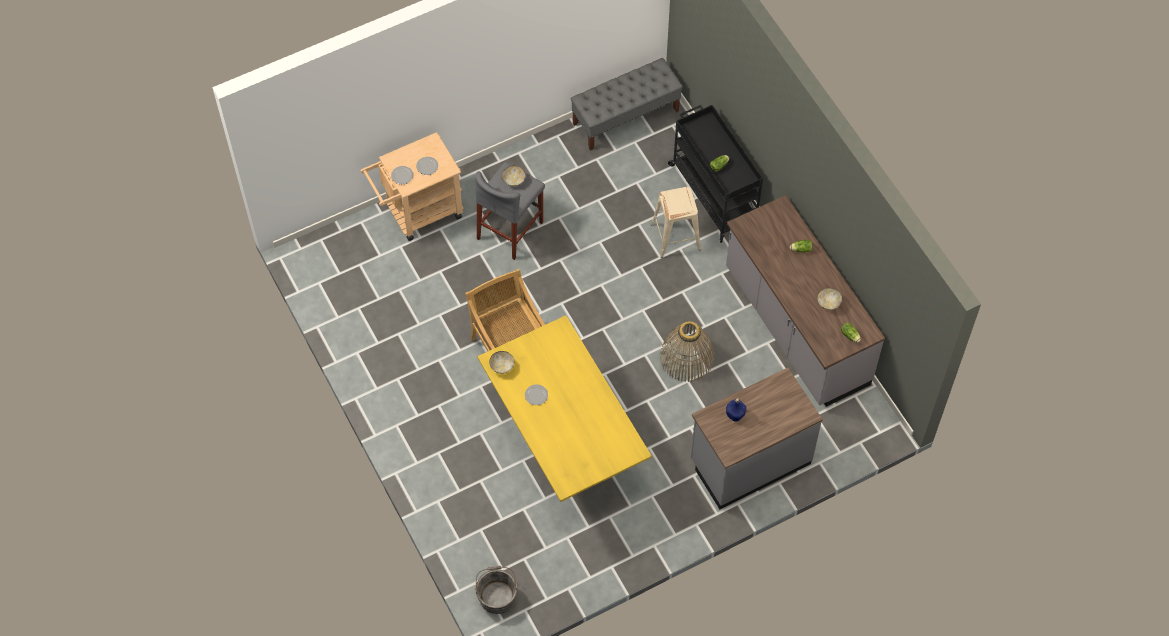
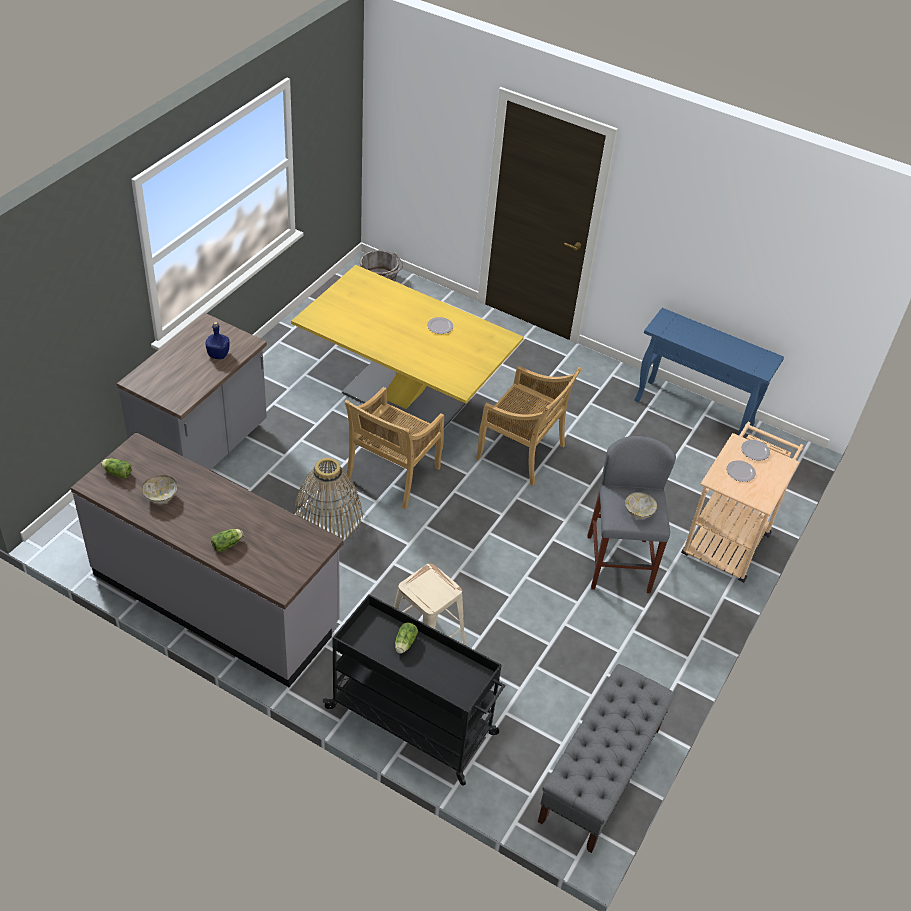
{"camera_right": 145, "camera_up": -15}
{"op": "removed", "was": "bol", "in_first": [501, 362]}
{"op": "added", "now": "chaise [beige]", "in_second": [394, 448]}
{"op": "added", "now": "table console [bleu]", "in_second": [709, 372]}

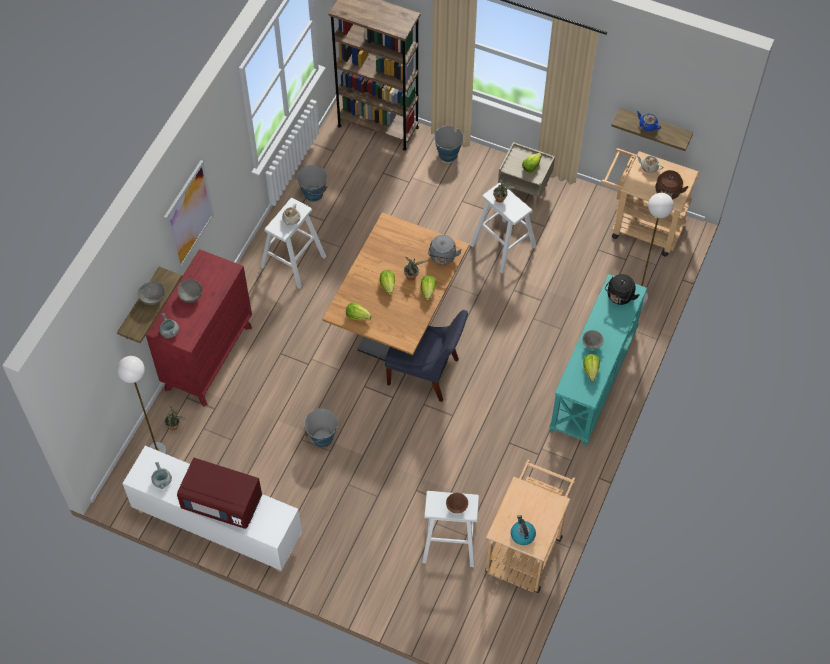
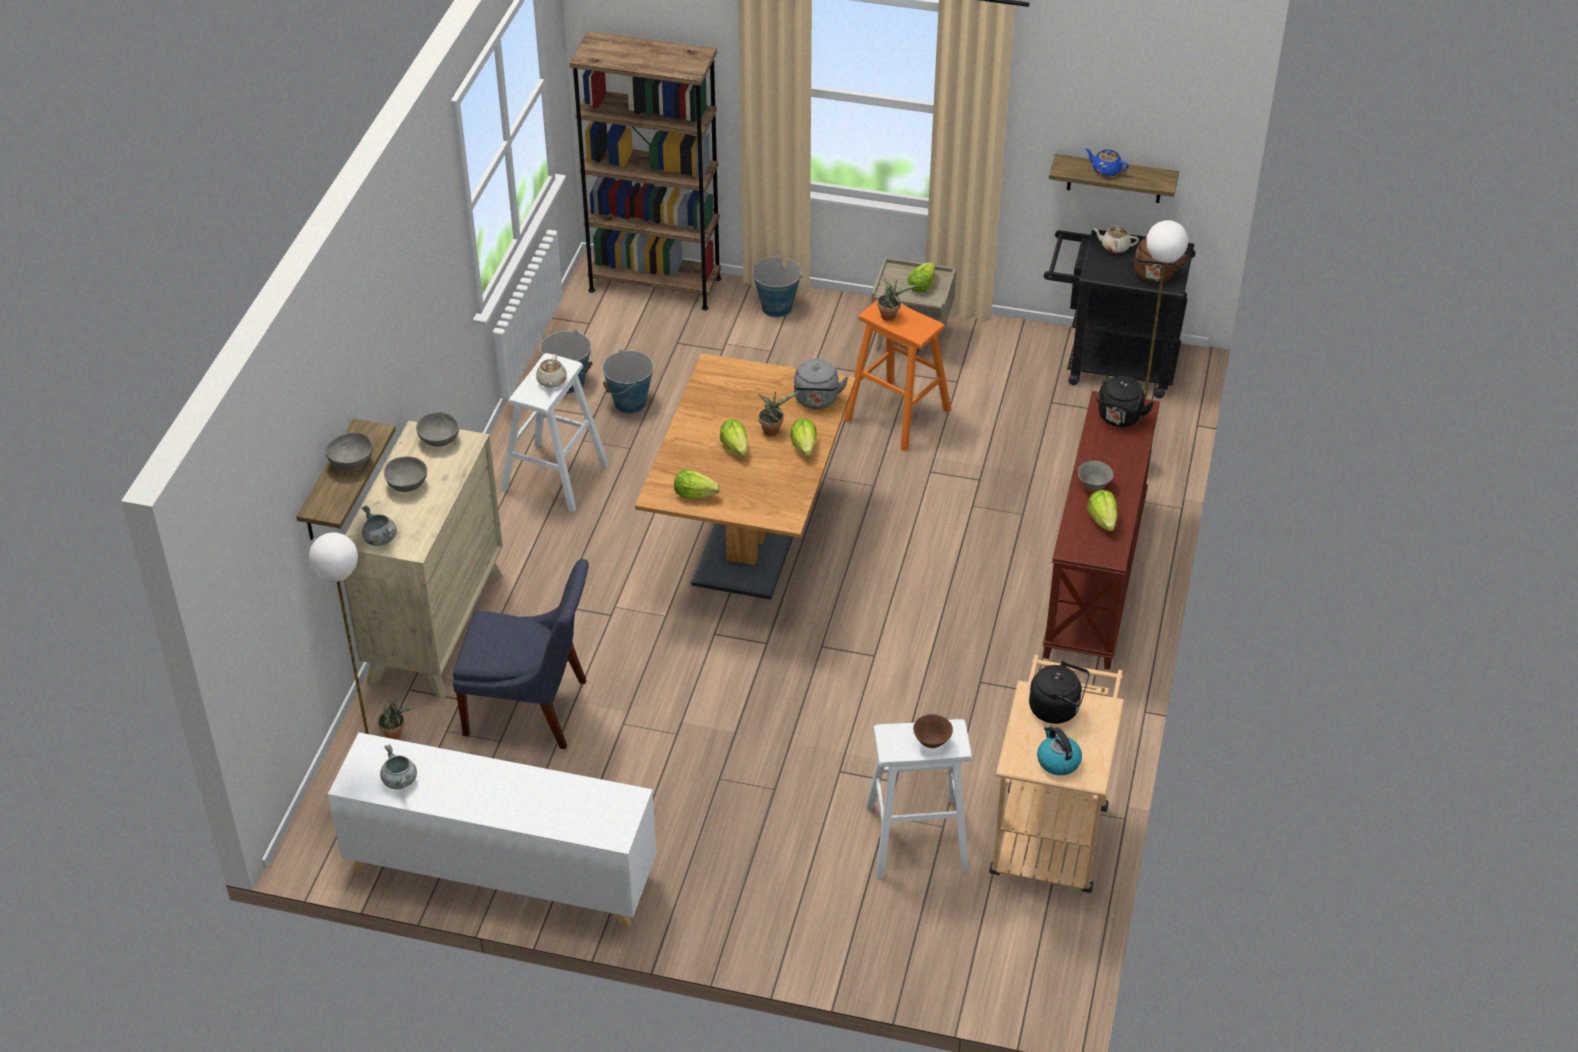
{"camera_right": -10, "camera_up": -15}
{"op": "recoloured", "was": "commode [rouge]", "now": "commode [beige]", "in_first": [199, 328], "in_second": [423, 560]}
{"op": "removed", "was": "tableau", "in_first": [189, 215]}
{"op": "removed", "was": "micro-ondes [rouge]", "in_first": [219, 493]}
{"op": "moved", "was": "seau", "in_first": [321, 427], "in_second": [628, 382]}
{"op": "moved", "was": "chaise [bleu]", "in_first": [426, 356], "in_second": [521, 654]}
{"op": "recoloured", "was": "tabouret [blanc]", "now": "tabouret [orange]", "in_first": [504, 228], "in_second": [897, 375]}
{"op": "recoloured", "was": "table console [turquoise]", "now": "table console [marron]", "in_first": [598, 360], "in_second": [1101, 530]}
{"op": "recoloured", "was": "chariot [beige]", "now": "chariot [noir]", "in_first": [650, 202], "in_second": [1119, 313]}
{"op": "added", "now": "bol [gris]", "in_second": [437, 429]}
{"op": "added", "now": "bouilloire [noir]", "in_second": [1059, 692]}

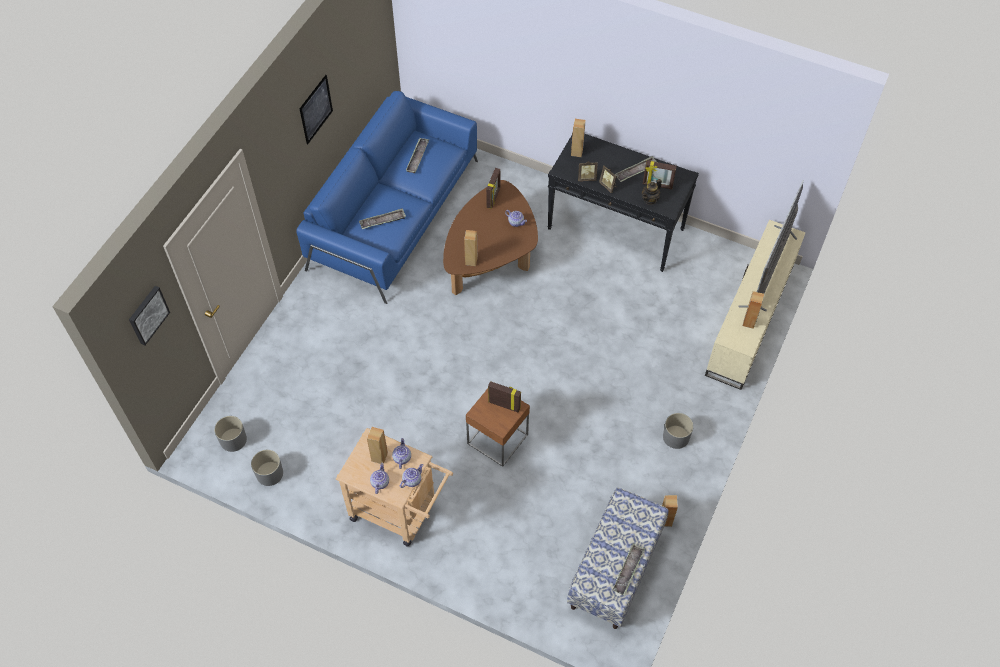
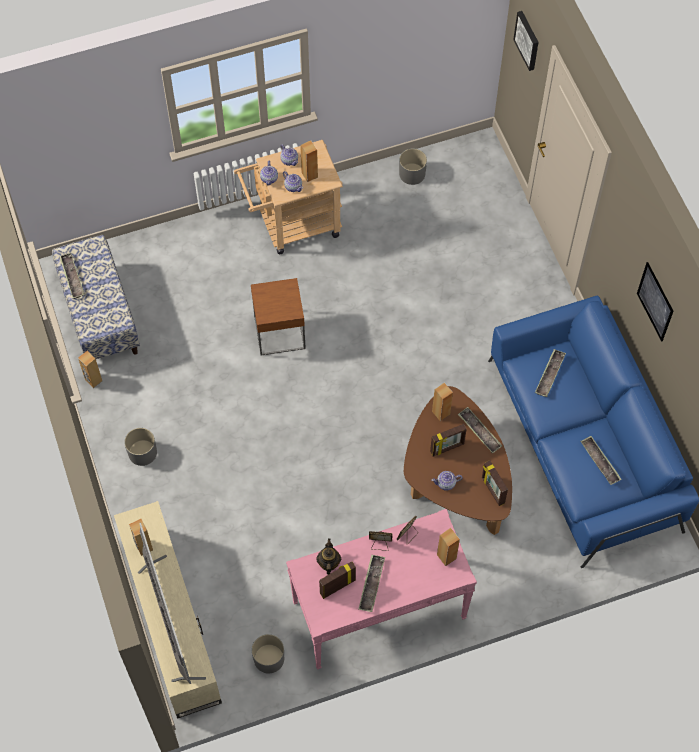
{"camera_right": 135, "camera_up": 5}
{"op": "moved", "was": "cache-pot [gris]", "in_first": [230, 434], "in_second": [268, 653]}
{"op": "moved", "was": "cadre photo", "in_first": [504, 397], "in_second": [448, 440]}
{"op": "recoloured", "was": "table console [noir]", "now": "table console [rose]", "in_first": [623, 202], "in_second": [381, 589]}
{"op": "added", "now": "plateau", "in_second": [480, 430]}

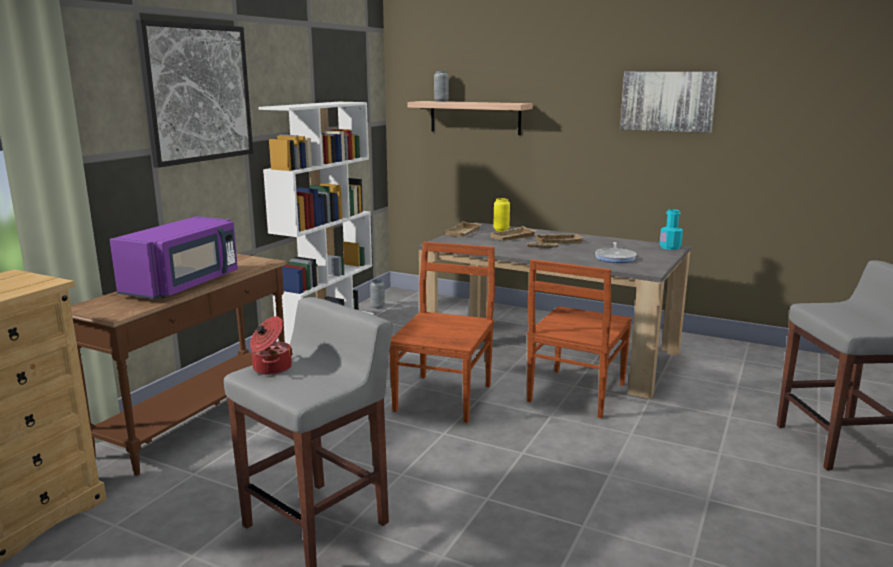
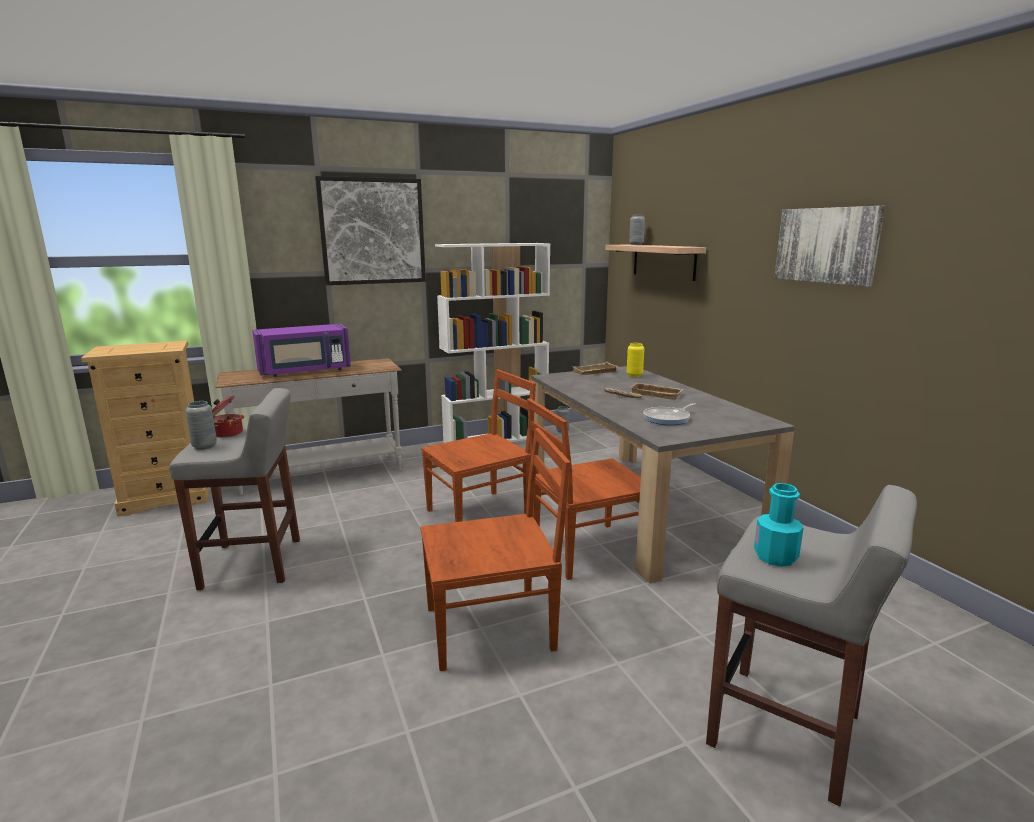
{"camera_right": 40, "camera_up": 0}
{"op": "recoloured", "was": "table console [marron]", "now": "table console [blanc]", "in_first": [180, 365], "in_second": [308, 426]}
{"op": "removed", "was": "plateau [beige]", "in_first": [512, 233]}
{"op": "moved", "was": "bouteille [turquoise]", "in_first": [671, 229], "in_second": [779, 525]}
{"op": "added", "now": "vase [gris]", "in_second": [201, 425]}
{"op": "added", "now": "chaise [marron]", "in_second": [495, 549]}

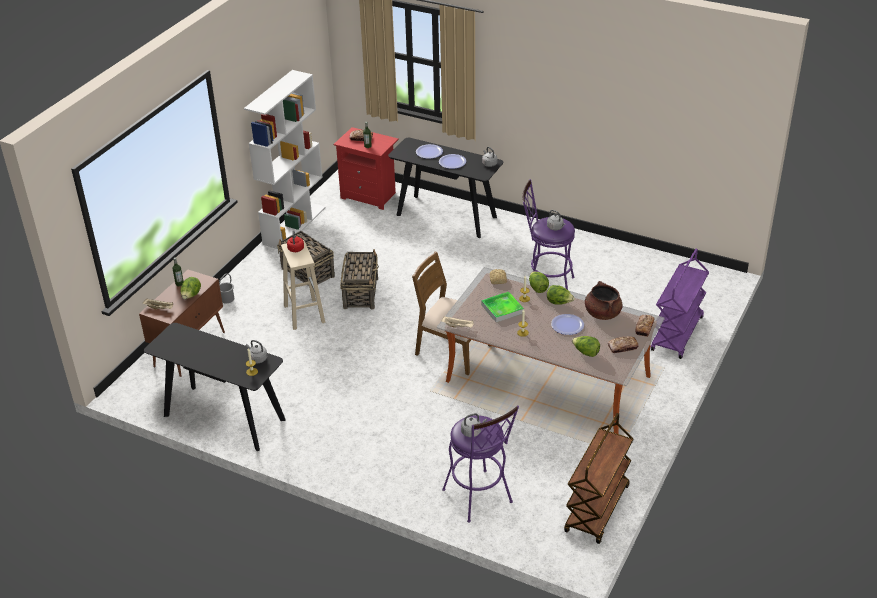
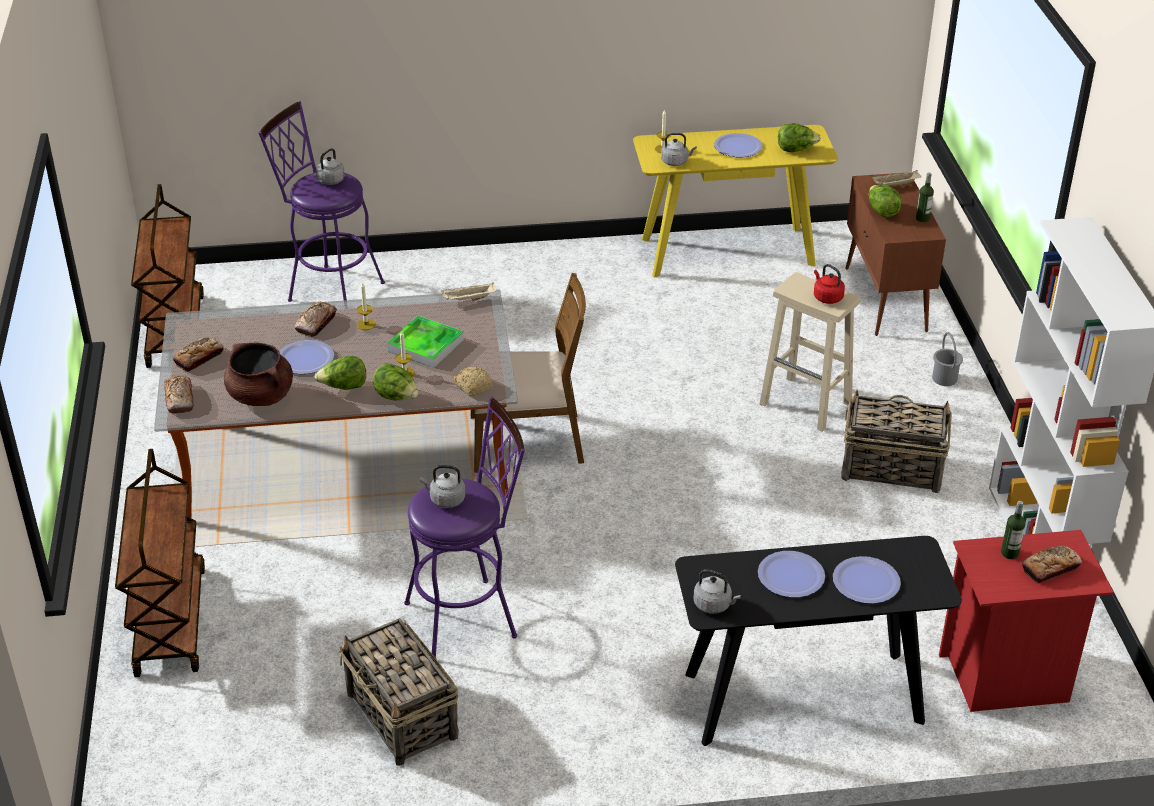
{"camera_right": 145, "camera_up": 0}
{"op": "recoloured", "was": "table console [noir]", "now": "table console [jaune]", "in_first": [215, 387], "in_second": [735, 201]}
{"op": "moved", "was": "panier", "in_first": [359, 279], "in_second": [398, 692]}
{"op": "moved", "was": "laitue", "in_first": [586, 346], "in_second": [799, 137]}
{"op": "recoloured", "was": "chariot [violet]", "now": "chariot [marron]", "in_first": [680, 304], "in_second": [160, 563]}
{"op": "added", "now": "pain", "in_second": [315, 319]}
{"op": "added", "now": "assiette", "in_second": [738, 145]}

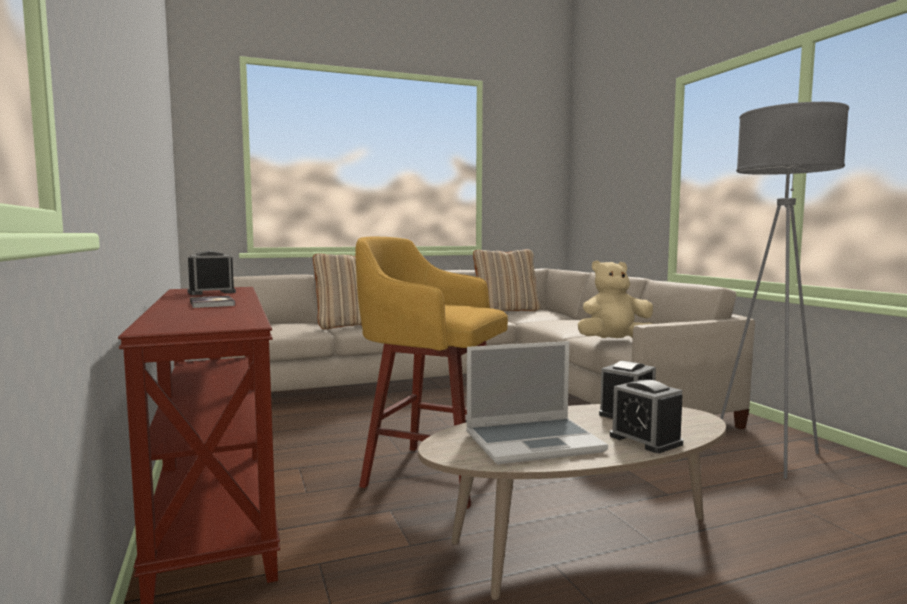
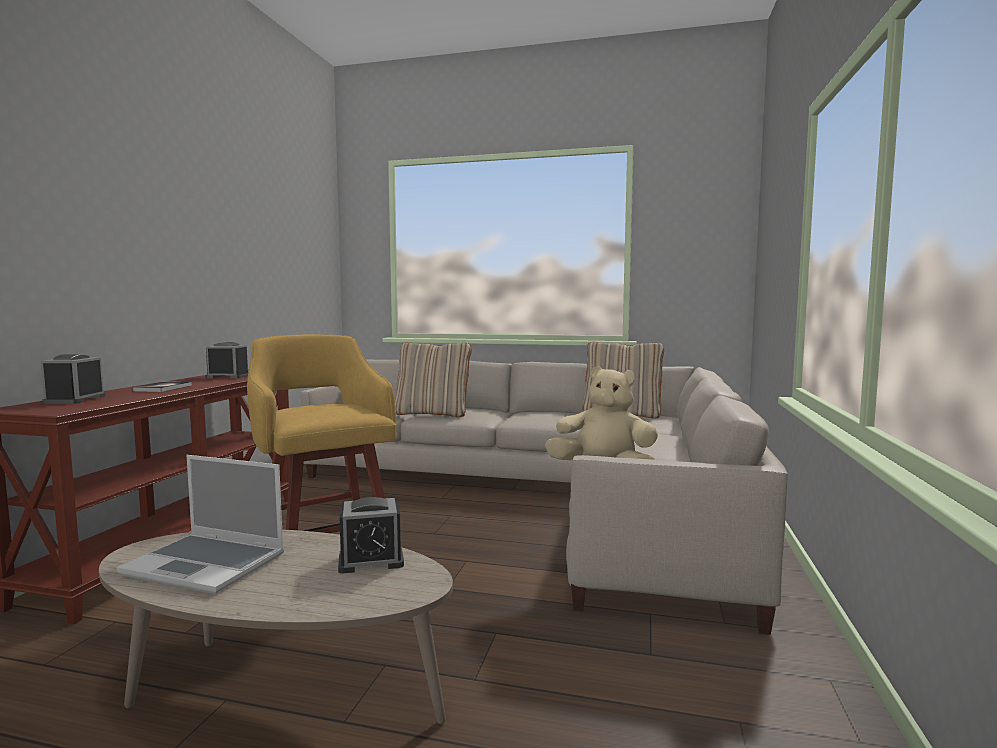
{"camera_right": 35, "camera_up": 0}
{"op": "moved", "was": "réveil", "in_first": [646, 416], "in_second": [73, 379]}
{"op": "removed", "was": "lampadaire [gris]", "in_first": [784, 290]}

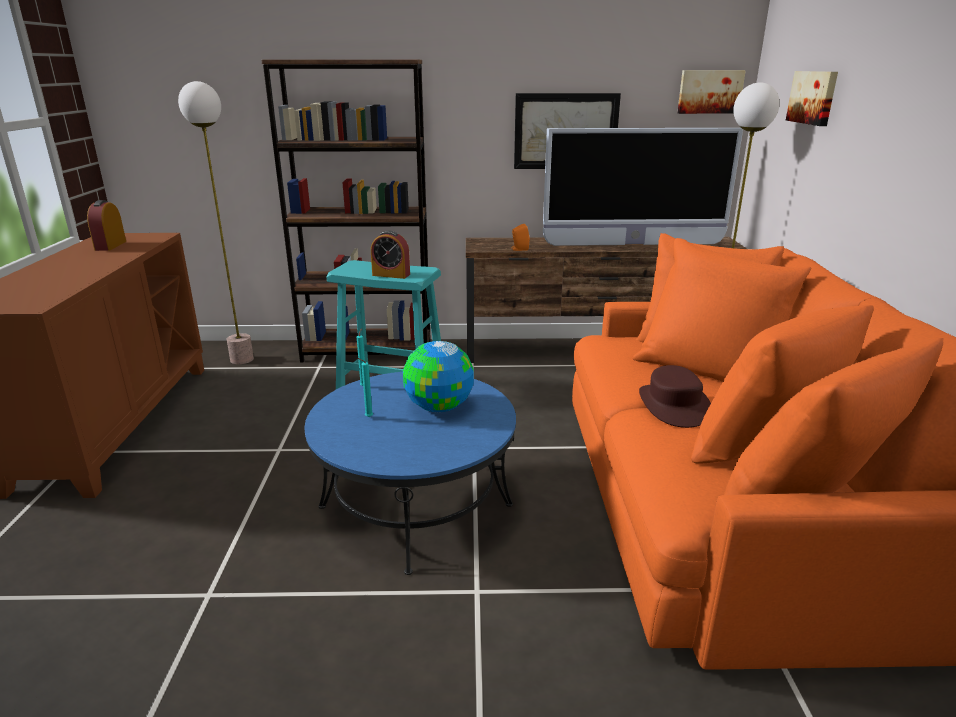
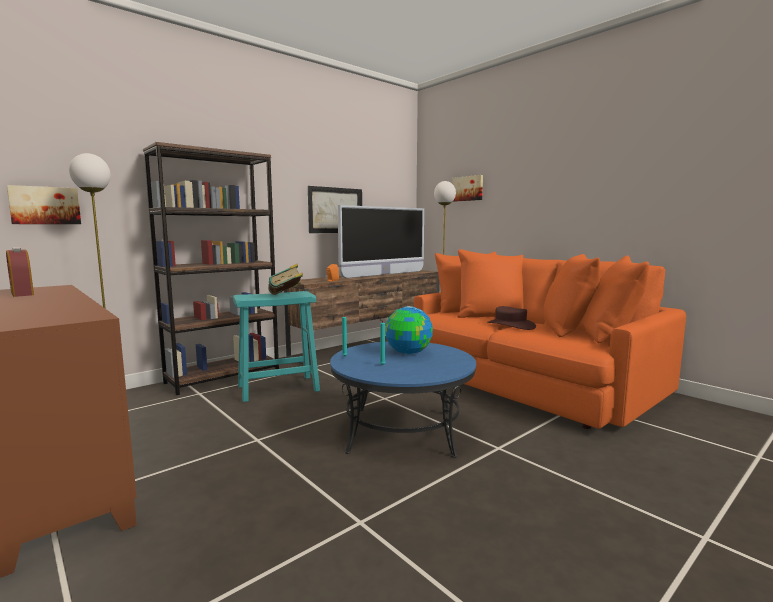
{"camera_right": -40, "camera_up": -15}
{"op": "replaced", "was": "réveil", "now": "livre", "in_first": [390, 255], "in_second": [285, 279]}
{"op": "moved", "was": "tableau", "in_first": [711, 92], "in_second": [44, 204]}

